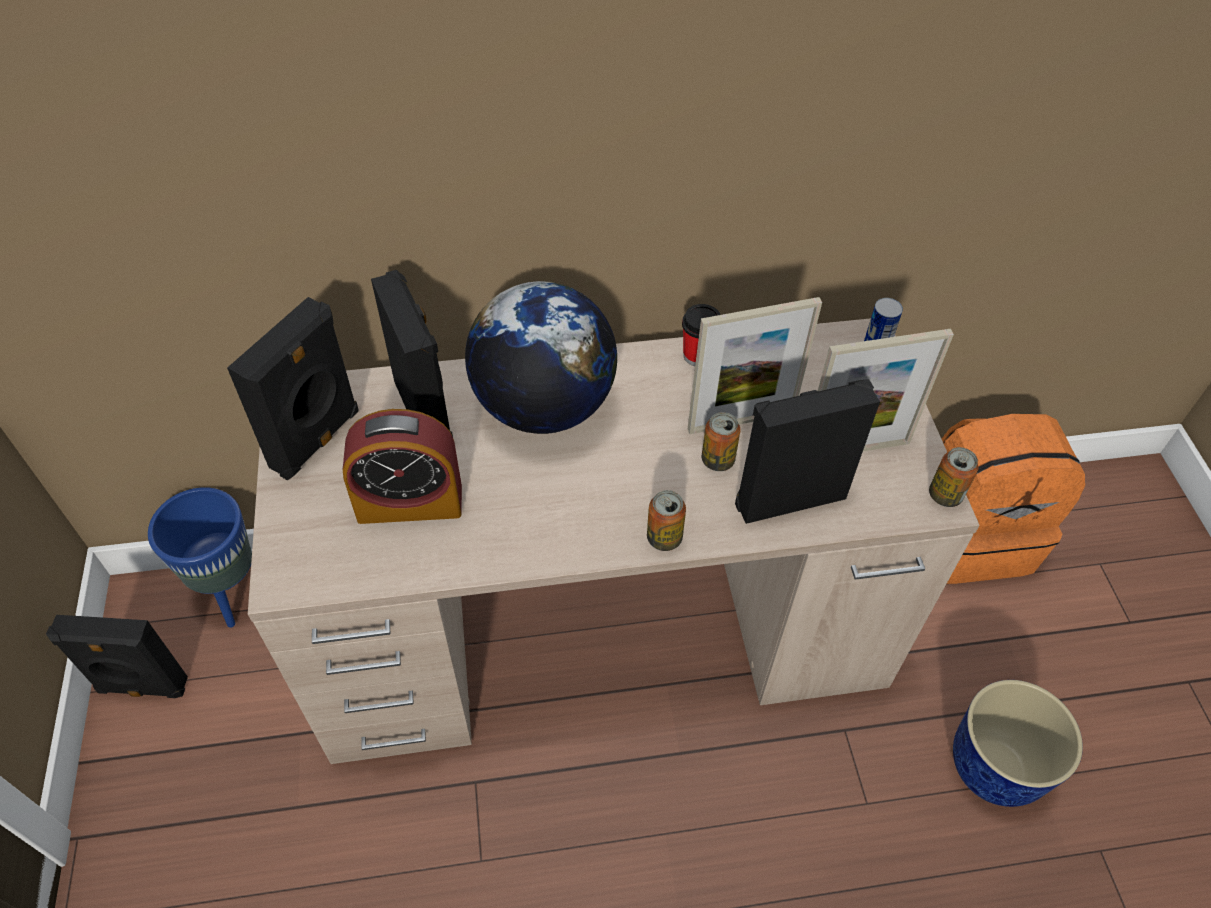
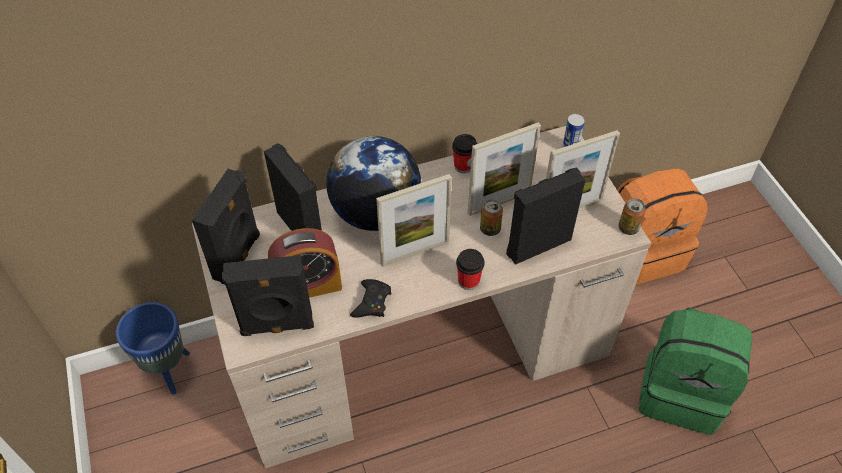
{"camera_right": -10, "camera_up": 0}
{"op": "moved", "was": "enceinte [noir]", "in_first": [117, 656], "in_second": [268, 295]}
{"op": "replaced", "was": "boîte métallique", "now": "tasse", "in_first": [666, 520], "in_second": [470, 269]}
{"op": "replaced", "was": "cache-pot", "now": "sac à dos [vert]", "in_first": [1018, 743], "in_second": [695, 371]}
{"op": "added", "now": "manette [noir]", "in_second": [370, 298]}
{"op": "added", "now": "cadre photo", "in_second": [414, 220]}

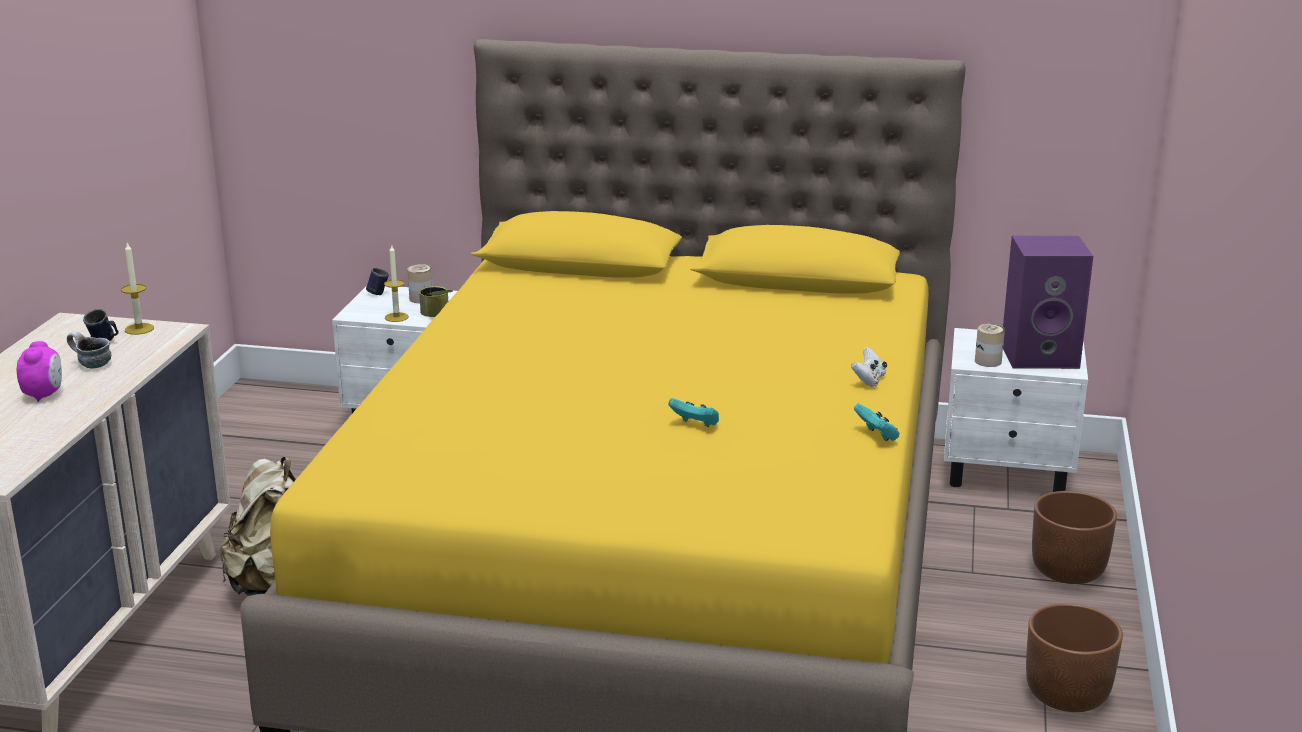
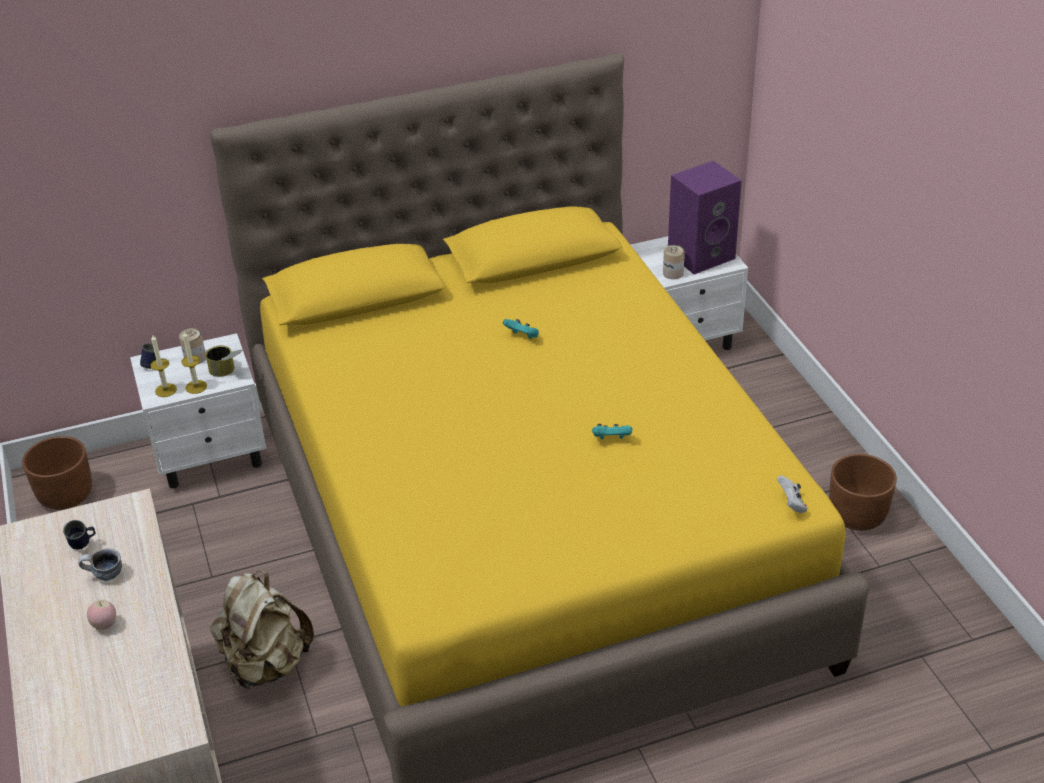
{"camera_right": -30, "camera_up": 15}
{"op": "replaced", "was": "réveil", "now": "pomme", "in_first": [39, 371], "in_second": [101, 615]}
{"op": "moved", "was": "bougie", "in_first": [137, 289], "in_second": [163, 366]}
{"op": "moved", "was": "manette [blanc]", "in_first": [869, 367], "in_second": [792, 494]}
{"op": "moved", "was": "manette [turquoise]", "in_first": [877, 422], "in_second": [521, 329]}
{"op": "moved", "was": "cache-pot [marron]", "in_first": [1074, 537], "in_second": [57, 473]}

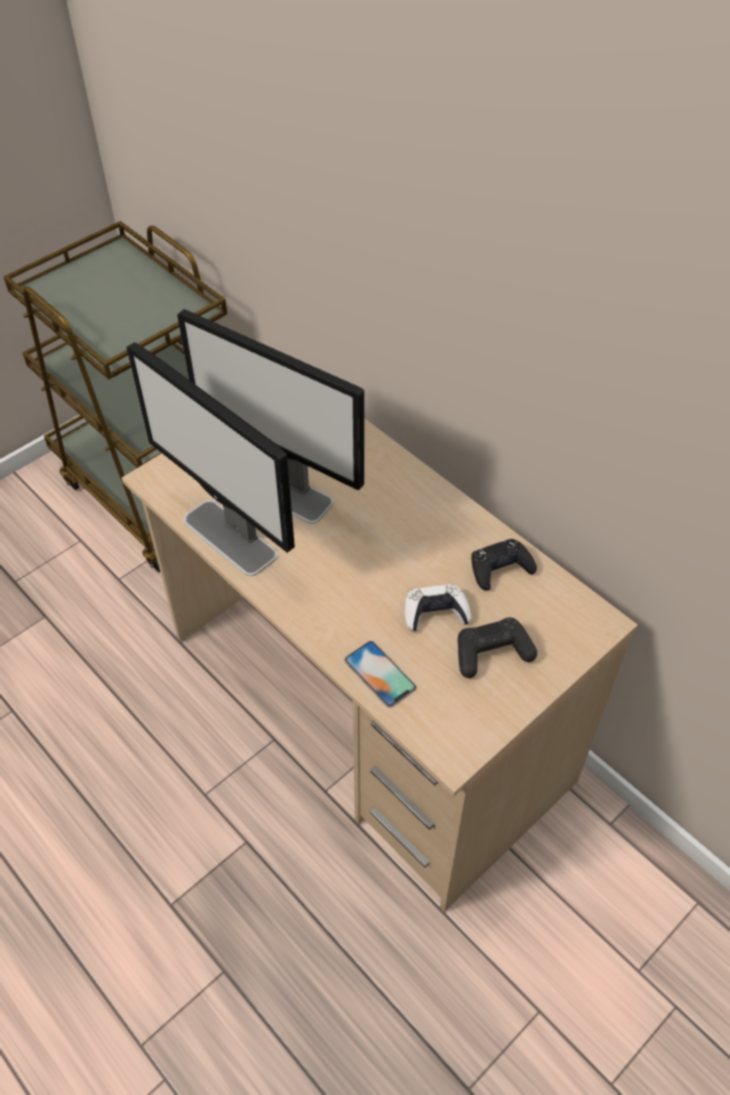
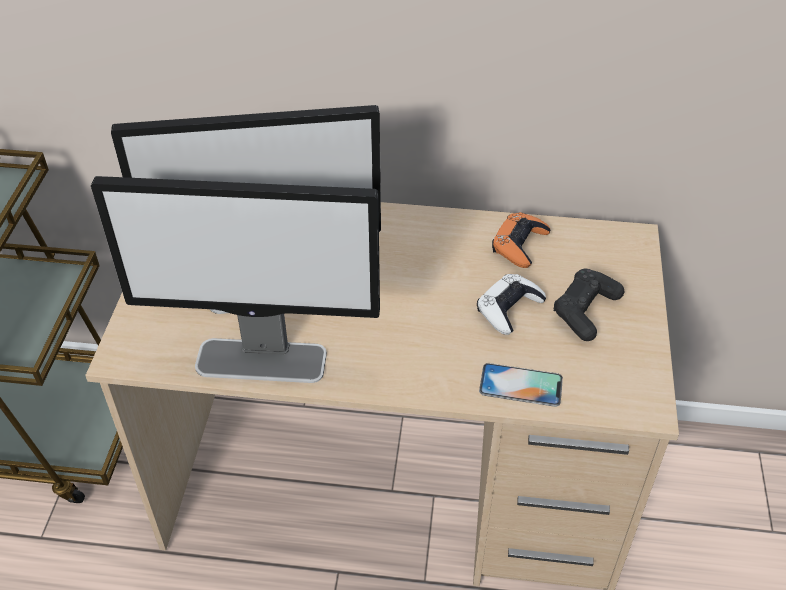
{"camera_right": -40, "camera_up": -5}
{"op": "recoloured", "was": "manette [noir]", "now": "manette [orange]", "in_first": [504, 565], "in_second": [521, 240]}

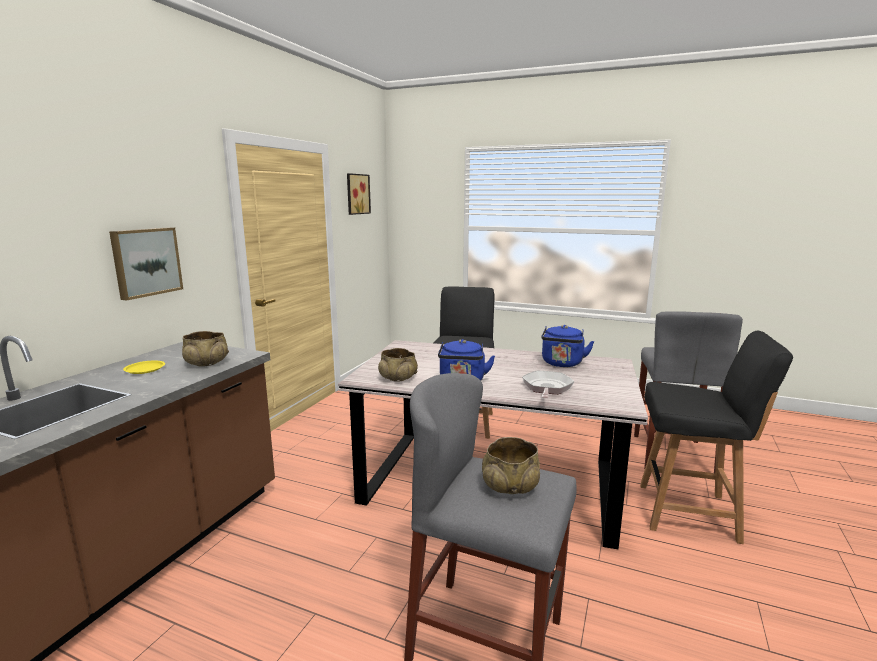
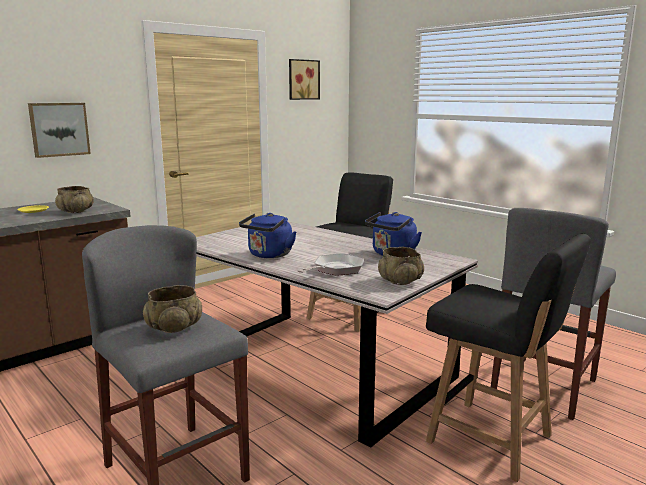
{"camera_right": 25, "camera_up": 0}
{"op": "moved", "was": "bol [beige]", "in_first": [398, 365], "in_second": [401, 266]}

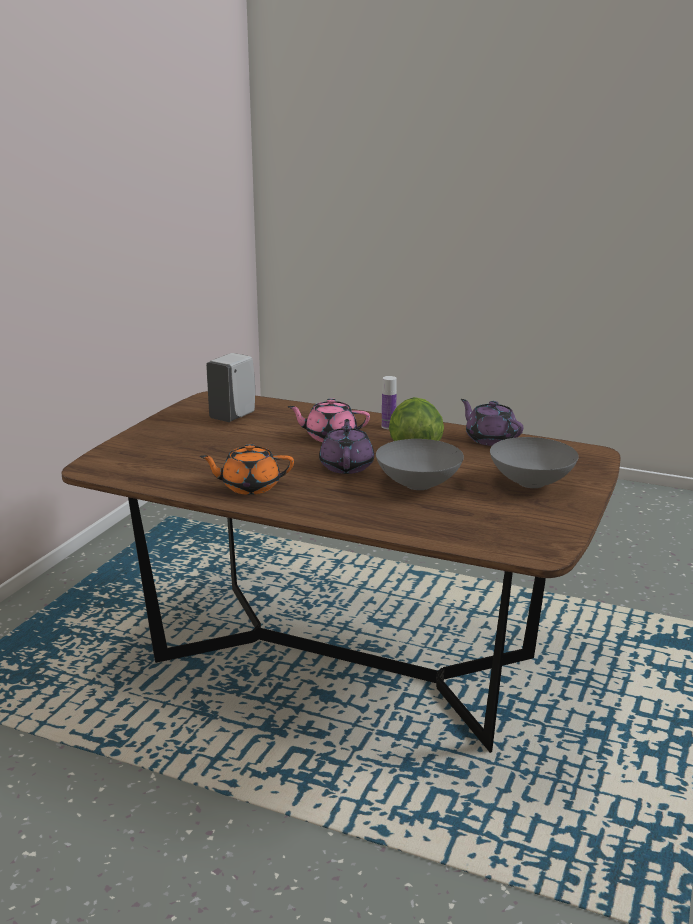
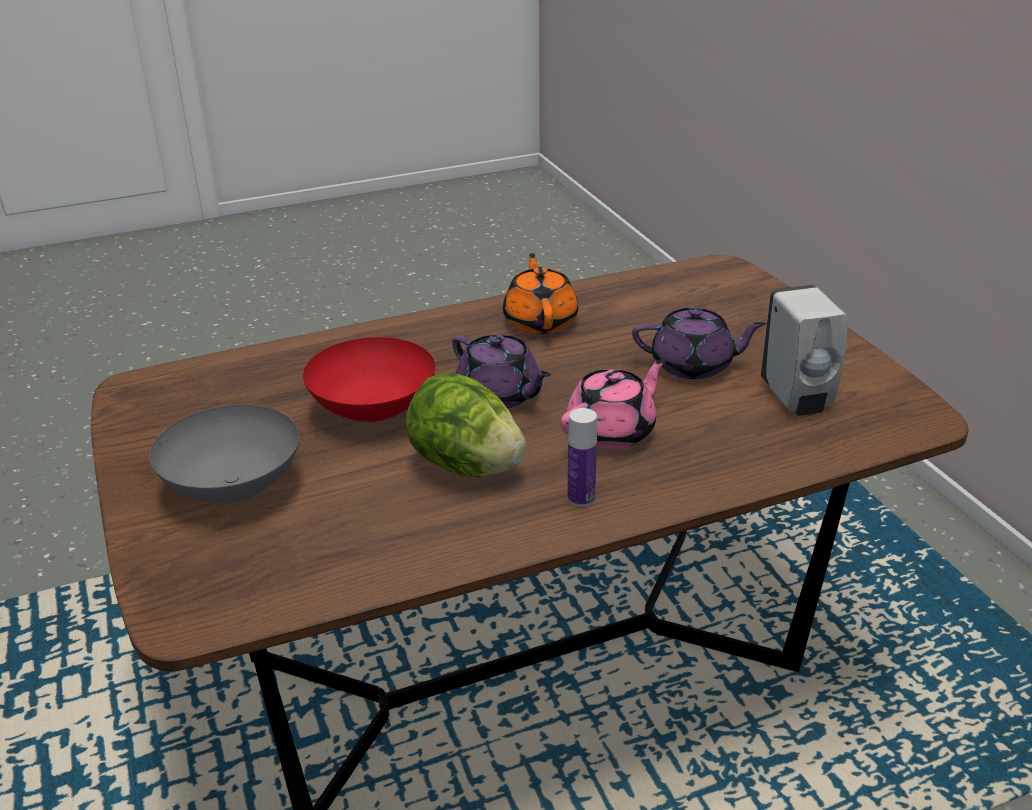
{"camera_right": 135, "camera_up": 10}
{"op": "turned", "was": "théière [orange]", "in_first": [246, 469], "in_second": [540, 293], "clockwise": -45}
{"op": "recoloured", "was": "bol [gris]", "now": "bol [rouge]", "in_first": [420, 464], "in_second": [369, 379]}
{"op": "moved", "was": "théière [violet]", "in_first": [492, 422], "in_second": [699, 343]}

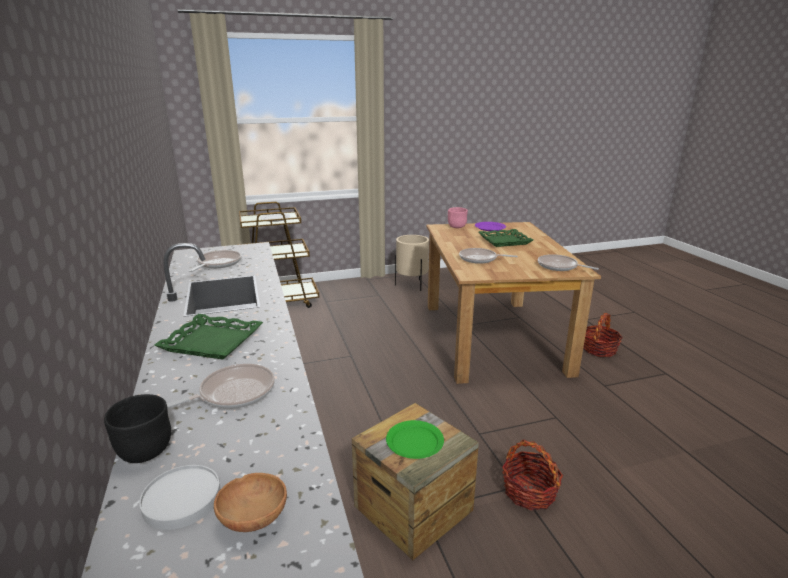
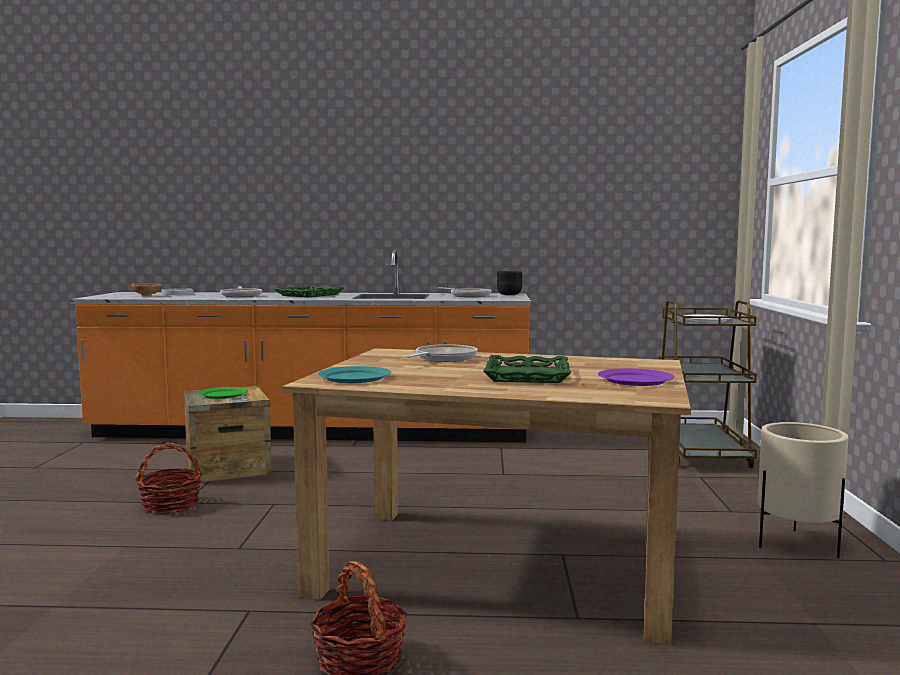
{"camera_right": 110, "camera_up": -15}
{"op": "moved", "was": "bol [noir]", "in_first": [137, 428], "in_second": [509, 283]}
{"op": "removed", "was": "bol [rose]", "in_first": [458, 217]}
{"op": "replaced", "was": "poêle", "now": "assiette [turquoise]", "in_first": [568, 262], "in_second": [354, 374]}

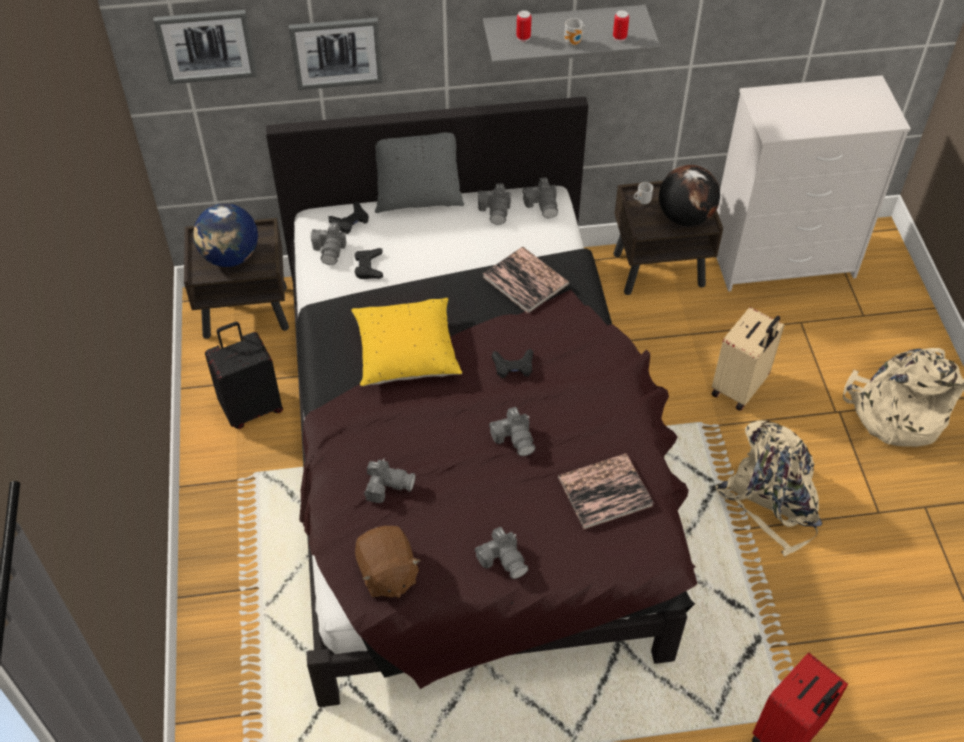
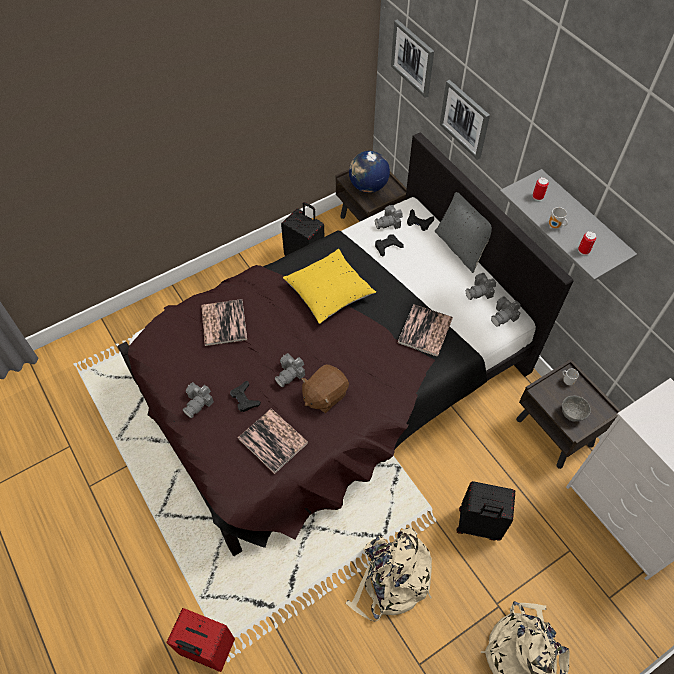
{"camera_right": 65, "camera_up": 5}
{"op": "moved", "was": "peluche [marron]", "in_first": [388, 562], "in_second": [325, 388]}
{"op": "replaced", "was": "appareil photo", "now": "livre", "in_first": [389, 480], "in_second": [224, 322]}
{"op": "moved", "was": "manette [noir]", "in_first": [512, 363], "in_second": [245, 396]}
{"op": "replaced", "was": "globe", "now": "bol [gris]", "in_first": [689, 195], "in_second": [576, 408]}
{"op": "recoloured", "was": "valise [beige]", "now": "valise [noir]", "in_first": [747, 359], "in_second": [485, 510]}

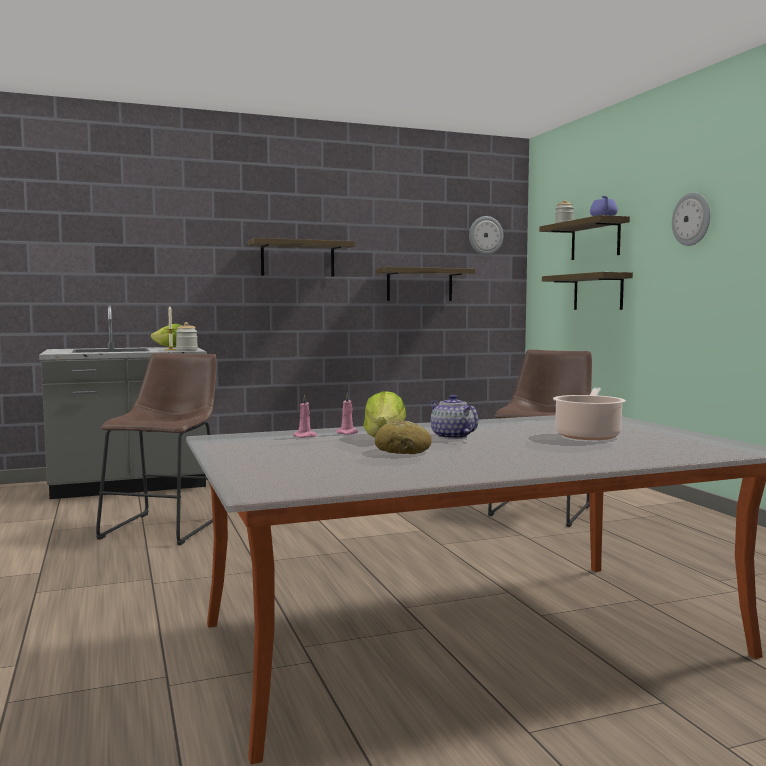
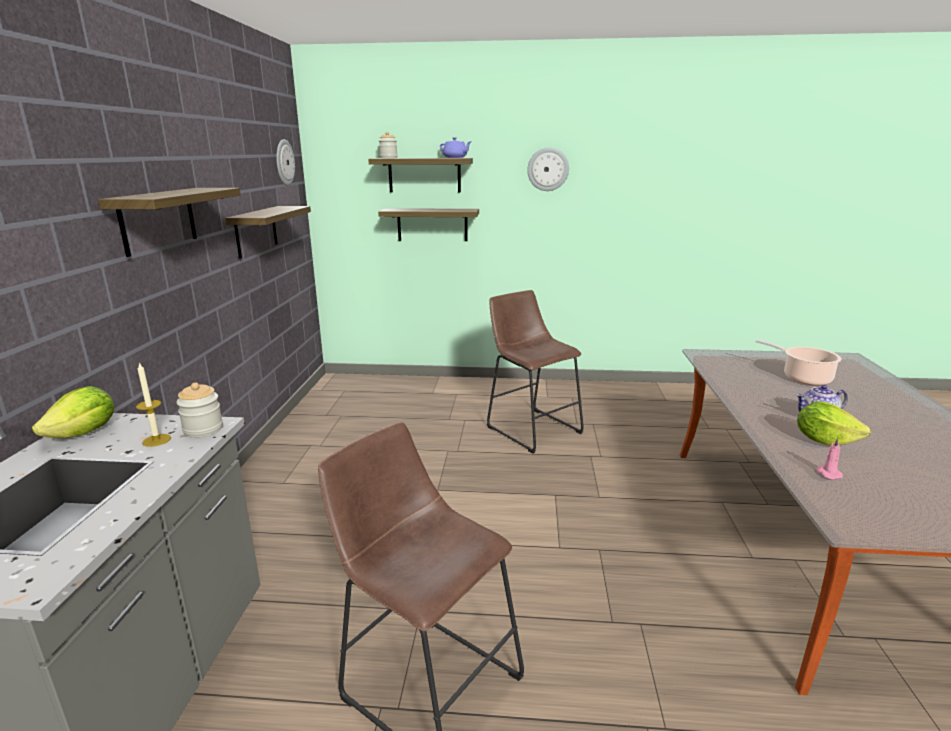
{"camera_right": -65, "camera_up": 15}
{"op": "removed", "was": "bougie [rose]", "in_first": [347, 414]}
{"op": "removed", "was": "pain", "in_first": [403, 437]}

